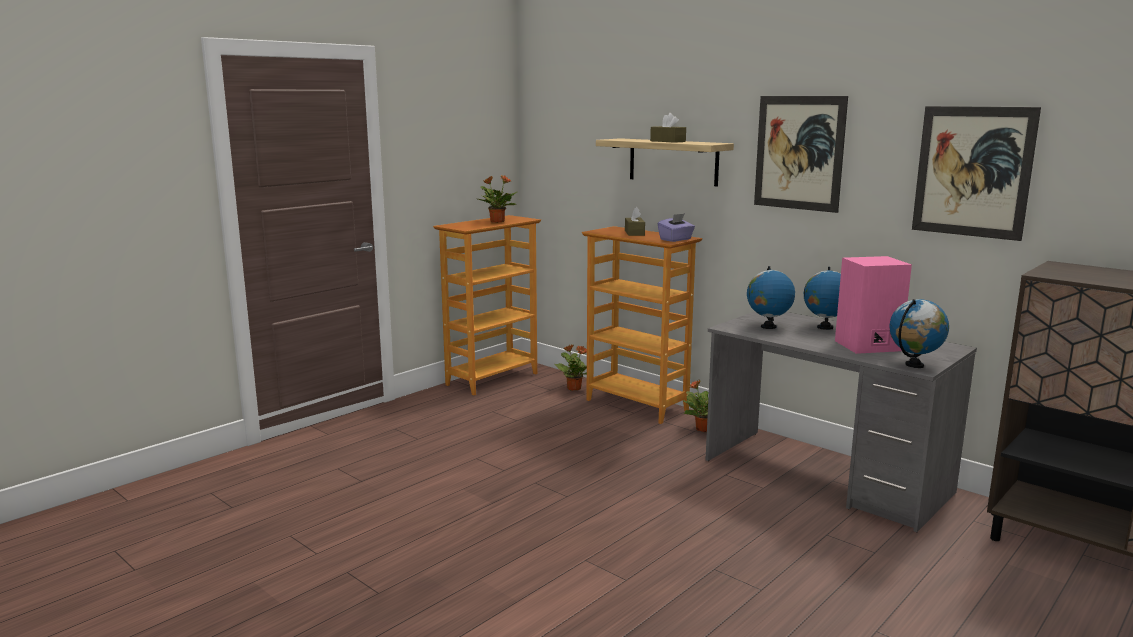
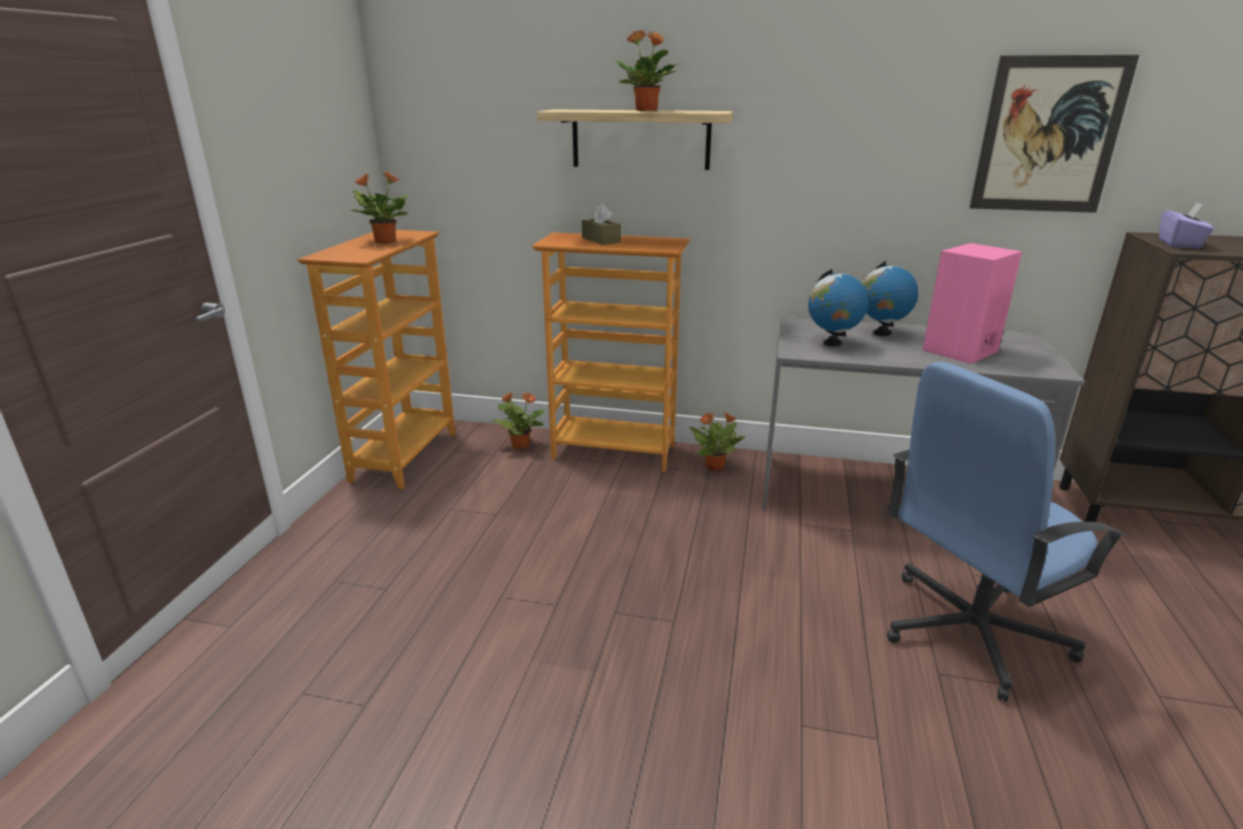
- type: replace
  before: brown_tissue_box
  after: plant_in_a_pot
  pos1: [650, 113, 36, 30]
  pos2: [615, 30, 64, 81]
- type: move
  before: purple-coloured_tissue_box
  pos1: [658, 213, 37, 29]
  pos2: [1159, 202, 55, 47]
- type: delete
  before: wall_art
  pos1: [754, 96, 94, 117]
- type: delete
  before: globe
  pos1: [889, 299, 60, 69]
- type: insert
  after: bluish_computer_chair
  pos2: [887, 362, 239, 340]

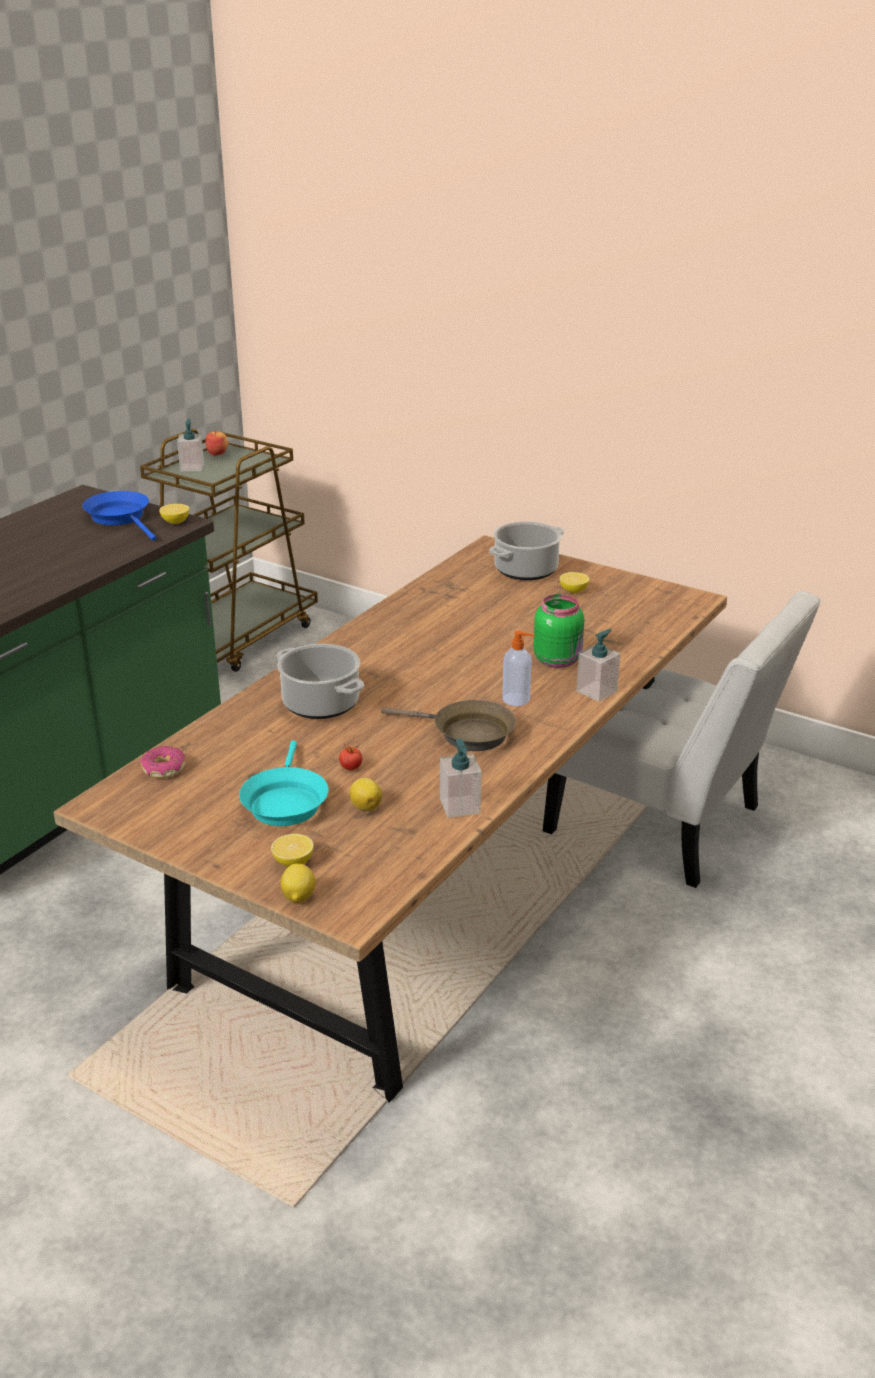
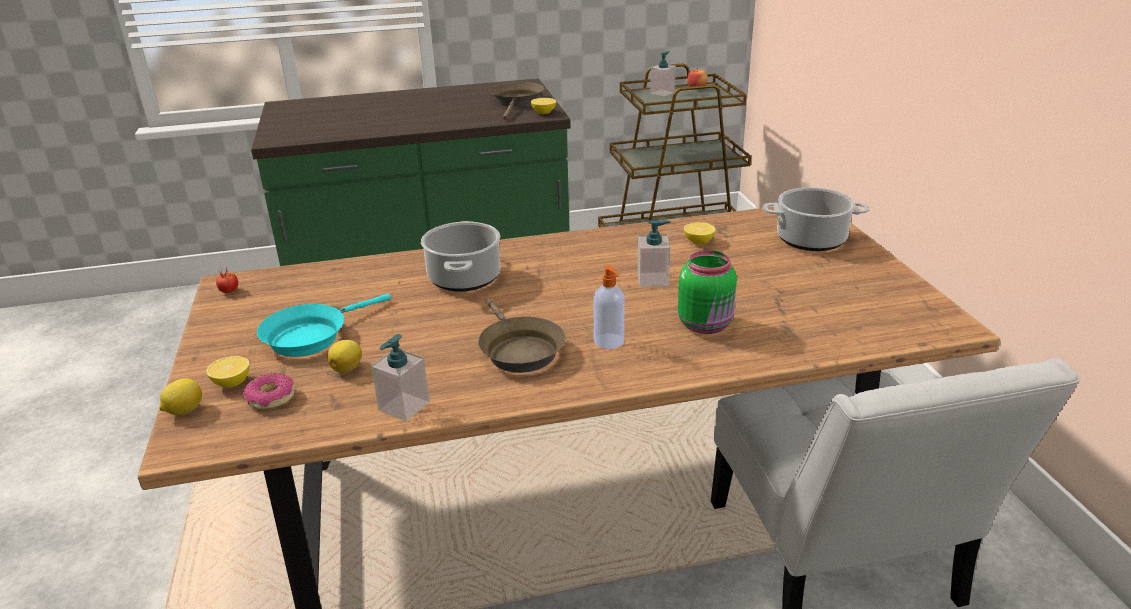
- type: recolor
  before: bluish_skillet
  after: brown_skillet
  pos1: [82, 491, 74, 50]
  pos2: [490, 82, 54, 38]
- type: move
  before: doughnut
  pos1: [140, 746, 45, 32]
  pos2: [243, 373, 52, 36]
- type: move
  before: tomato
  pos1: [339, 744, 23, 26]
  pos2: [216, 267, 22, 26]
- type: move
  before: whole_lemon
  pos1: [559, 572, 30, 21]
  pos2: [684, 222, 31, 22]
- type: move
  before: soap_dispenser
  pos1: [576, 629, 44, 73]
  pos2: [638, 220, 33, 67]

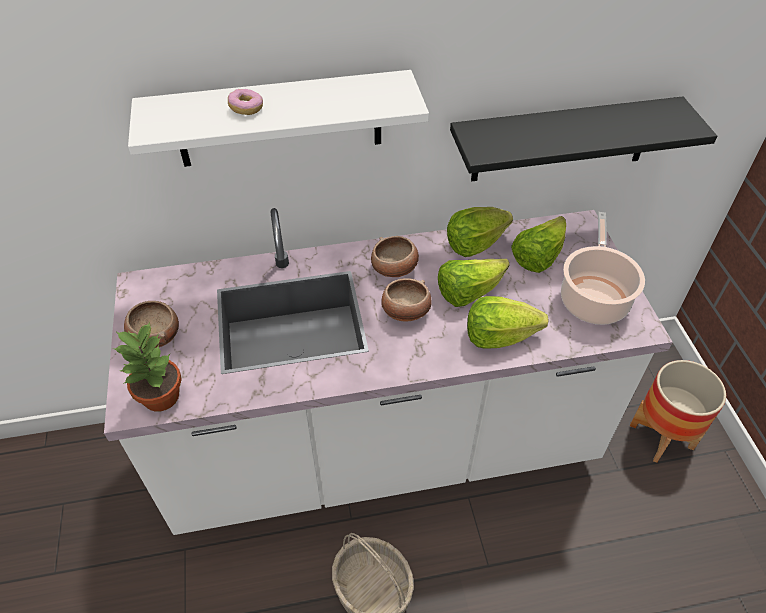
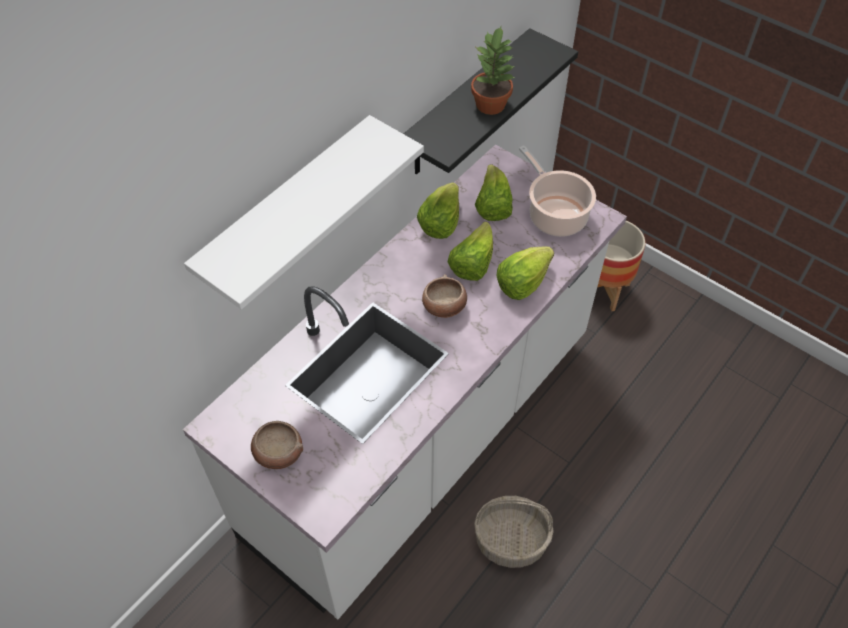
- type: move
  before: plant_in_a_pot
  pos1: [112, 322, 70, 90]
  pos2: [471, 26, 44, 89]
- type: delete
  before: doughnut
  pos1: [228, 89, 35, 26]
- type: delete
  before: serving_bowl
  pos1: [371, 236, 48, 41]

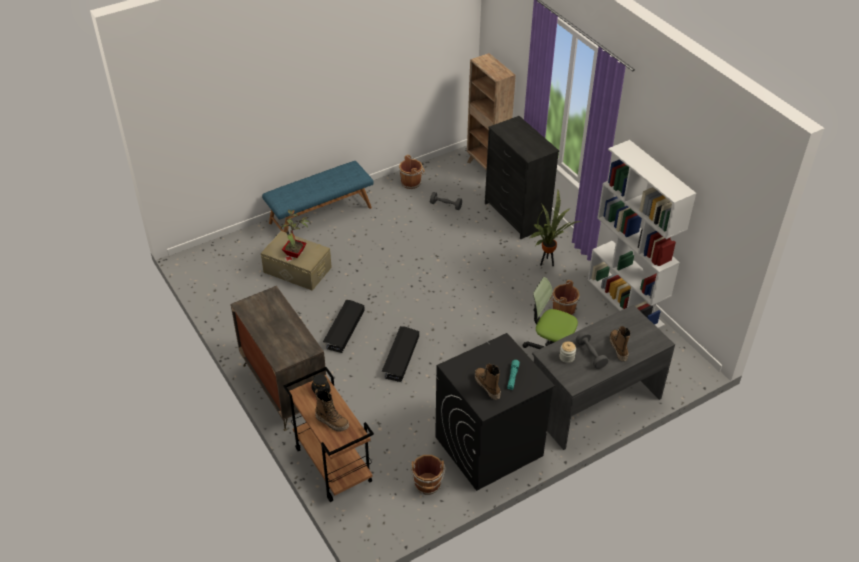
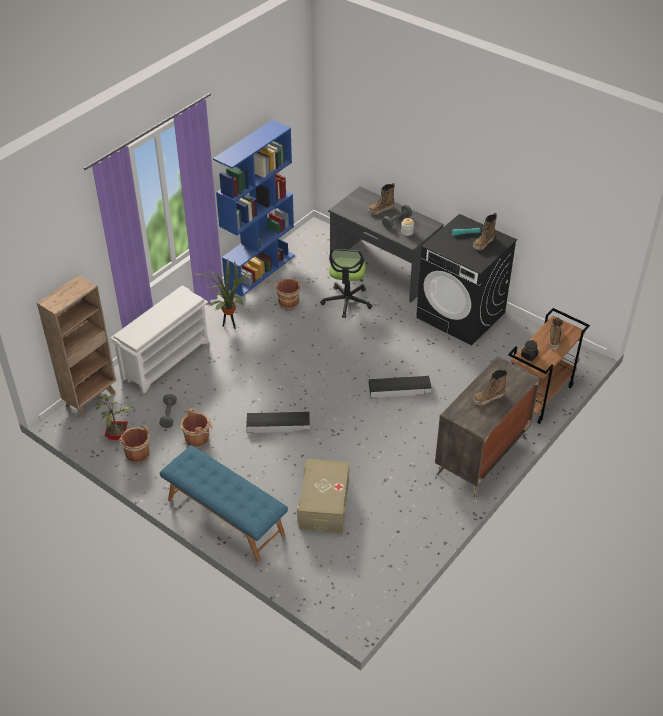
- type: move
  before: plant_in_a_pot
  pos1: [281, 210, 30, 48]
  pos2: [95, 394, 40, 46]
- type: move
  before: black-coloured_storage_container
  pos1: [323, 300, 42, 53]
  pos2: [246, 412, 64, 21]
- type: move
  before: brown_pail
  pos1: [410, 455, 36, 40]
  pos2: [181, 409, 32, 40]
- type: replace
  before: black-coloured_chest_of_drawers
  after: whitish_shoe_stand
  pos1: [485, 116, 74, 123]
  pos2: [110, 285, 99, 108]
- type: recolor
  before: whitish_shelving_unit
  after: bluish_shelving_unit
  pos1: [588, 140, 108, 189]
  pos2: [213, 120, 82, 177]
- type: insert
  after: boot
  pos2: [473, 369, 35, 37]

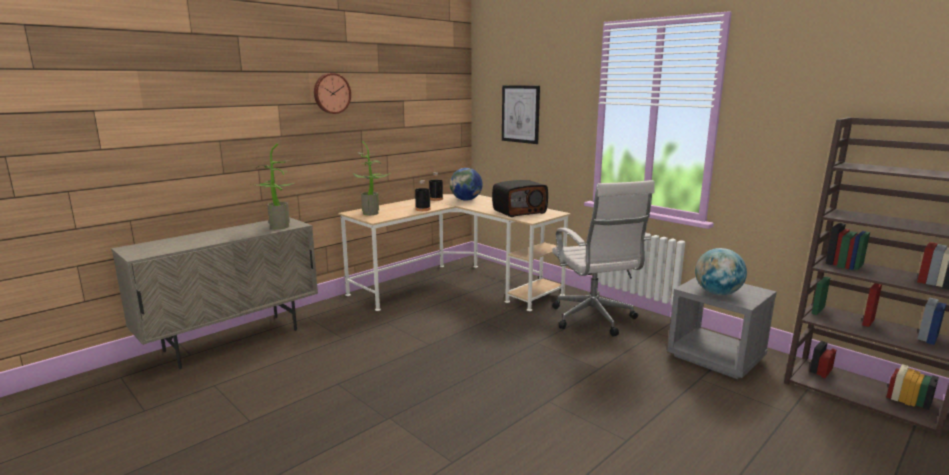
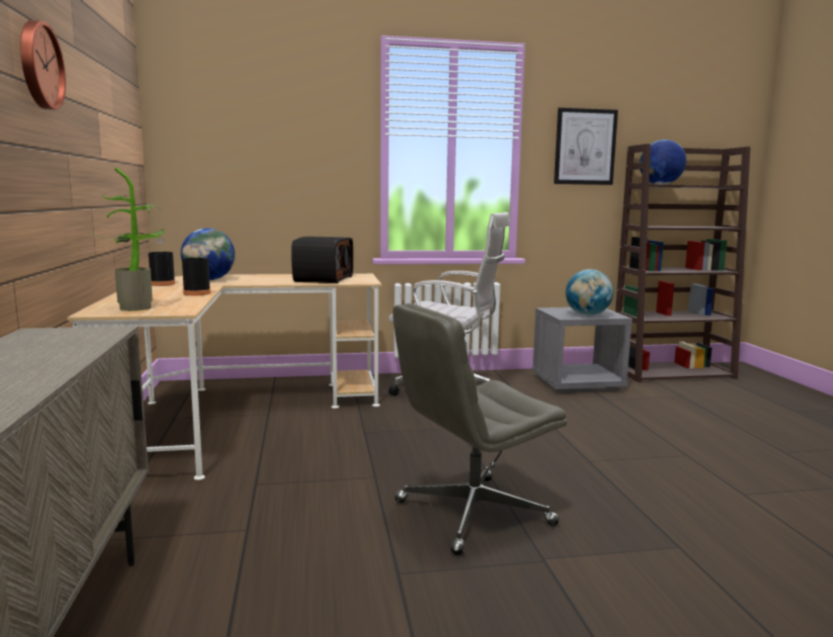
- type: delete
  before: plant_in_a_pot
  pos1: [255, 143, 39, 86]
- type: move
  before: wall_art
  pos1: [502, 85, 38, 59]
  pos2: [554, 108, 64, 77]
- type: insert
  after: gray_computer_chair
  pos2: [393, 303, 174, 252]
- type: insert
  after: globe
  pos2: [639, 139, 47, 46]

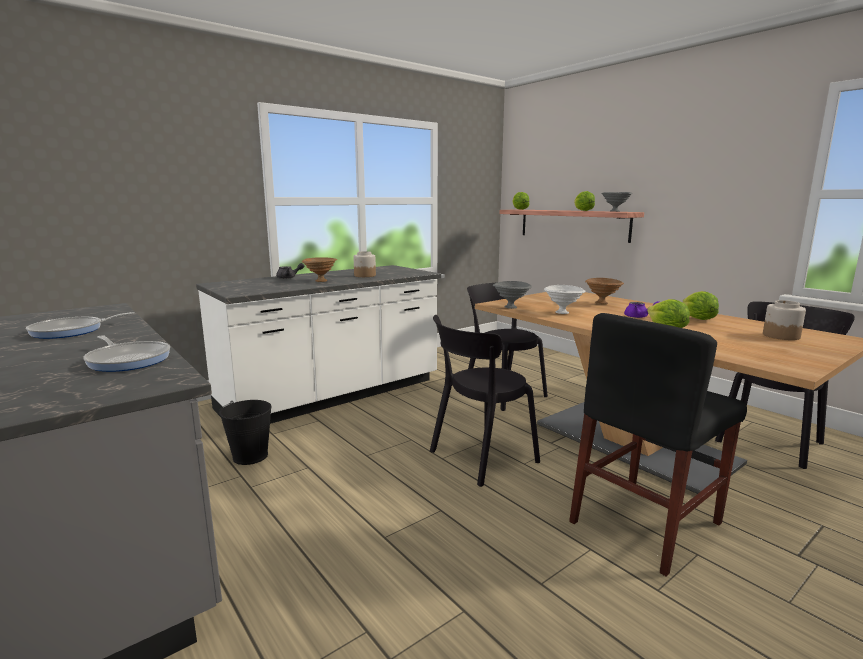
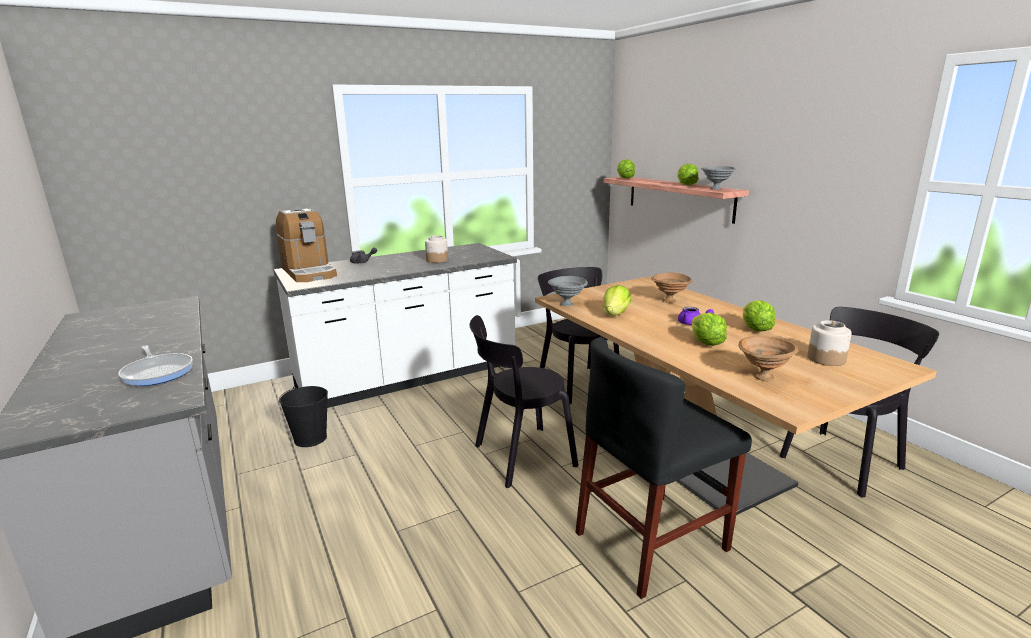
- type: delete
  before: skillet
  pos1: [26, 312, 109, 27]
- type: move
  before: brown_serving_bowl
  pos1: [302, 257, 35, 25]
  pos2: [738, 336, 60, 45]
- type: replace
  before: whitish_serving_bowl
  after: head_of_lettuce
  pos1: [544, 285, 41, 29]
  pos2: [602, 285, 29, 31]
- type: insert
  after: coffee_brewer
  pos2: [276, 208, 61, 74]

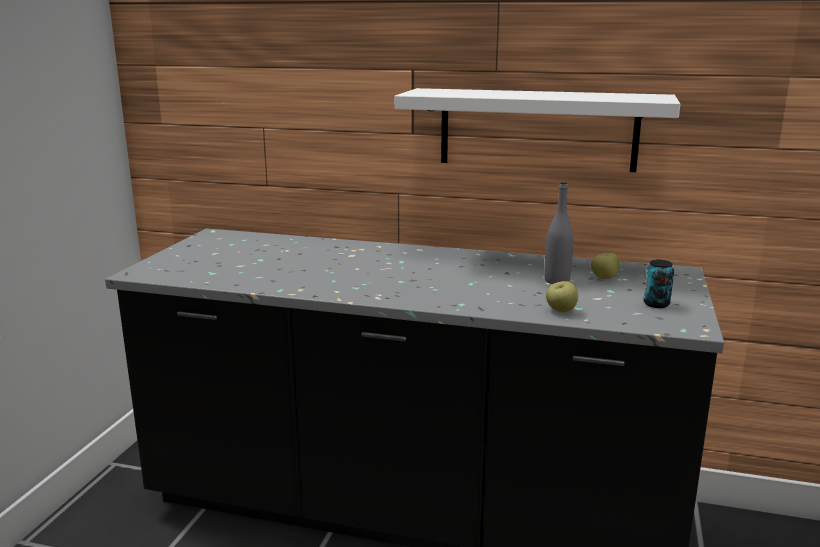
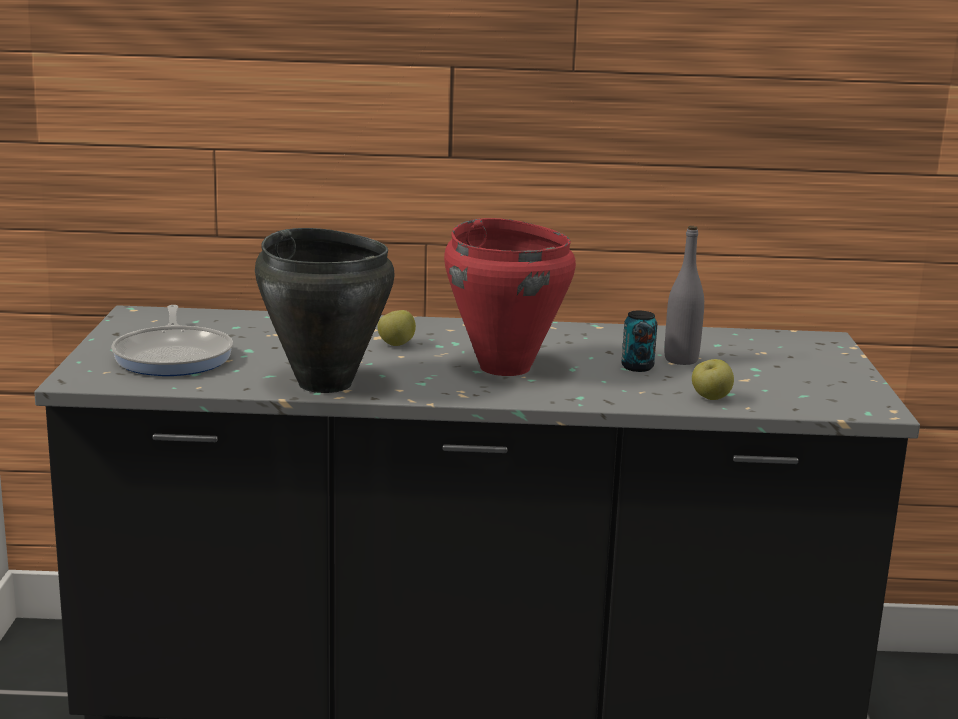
- type: delete
  before: whitish_wall_shelf
  pos1: [394, 88, 286, 84]
- type: move
  before: apple
  pos1: [591, 253, 29, 26]
  pos2: [377, 310, 39, 36]
- type: move
  before: metal_can
  pos1: [643, 260, 31, 48]
  pos2: [621, 311, 36, 61]
- type: insert
  after: skillet
  pos2: [111, 305, 122, 71]
- type: insert
  after: black-coloured_saucepot
  pos2: [255, 228, 140, 165]
- type: insert
  after: red-coloured_saucepot
  pos2: [444, 218, 132, 158]

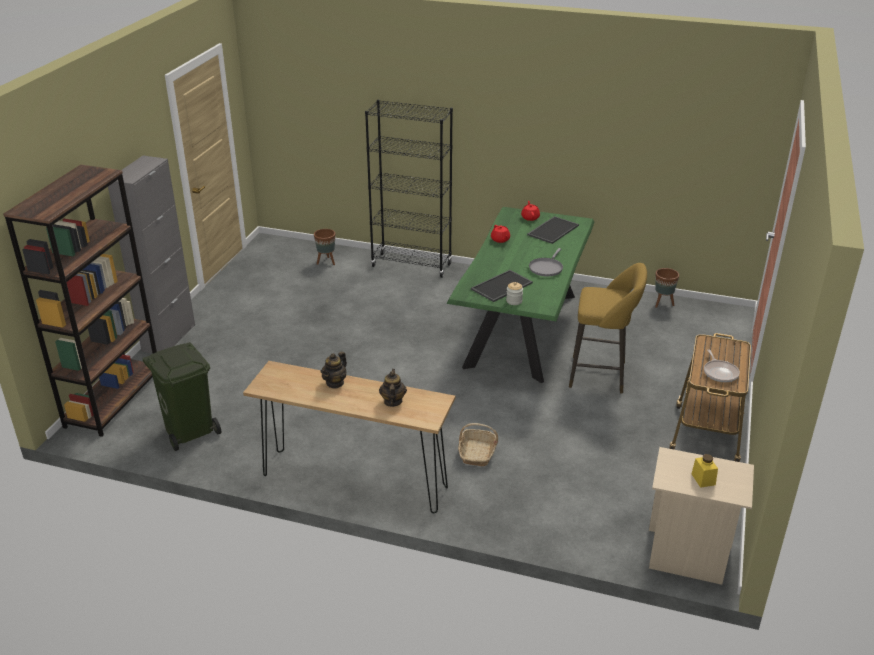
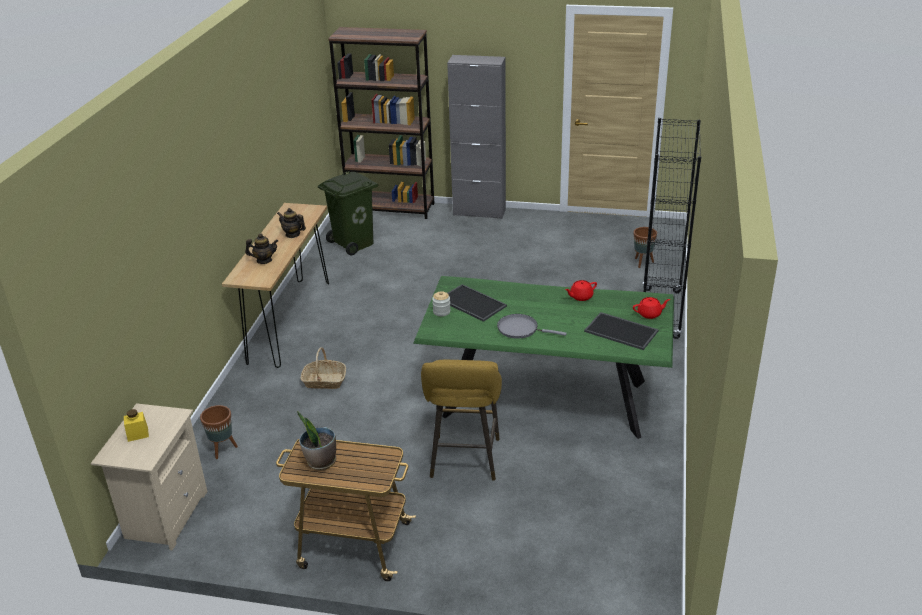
- type: move
  before: brown_planter
  pos1: [655, 268, 24, 40]
  pos2: [200, 405, 38, 54]
- type: replace
  before: skillet
  after: plant_in_a_pot
  pos1: [704, 349, 36, 33]
  pos2: [297, 411, 39, 59]

